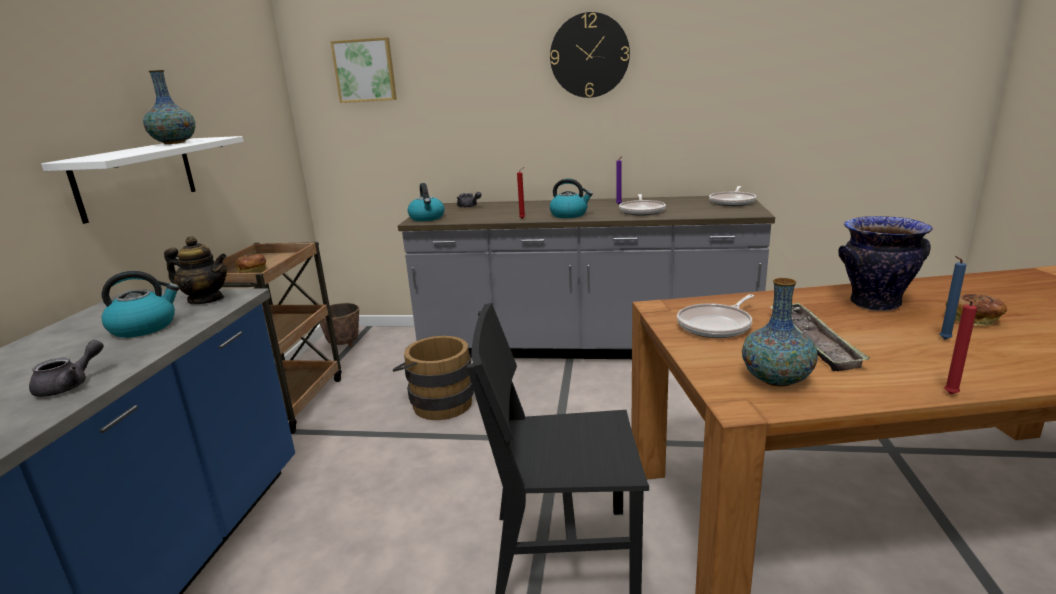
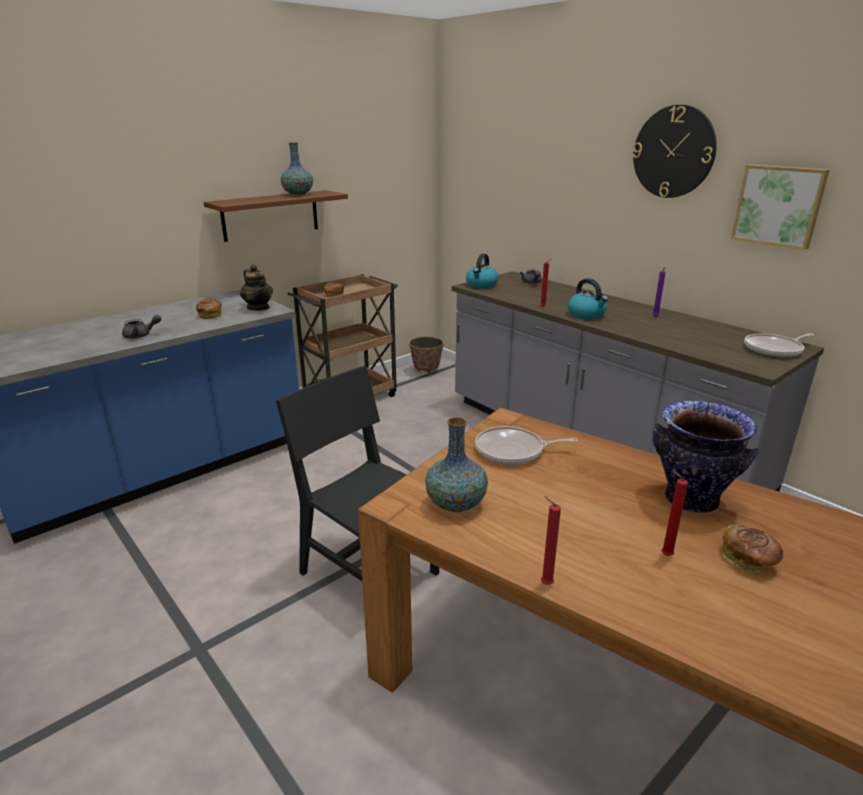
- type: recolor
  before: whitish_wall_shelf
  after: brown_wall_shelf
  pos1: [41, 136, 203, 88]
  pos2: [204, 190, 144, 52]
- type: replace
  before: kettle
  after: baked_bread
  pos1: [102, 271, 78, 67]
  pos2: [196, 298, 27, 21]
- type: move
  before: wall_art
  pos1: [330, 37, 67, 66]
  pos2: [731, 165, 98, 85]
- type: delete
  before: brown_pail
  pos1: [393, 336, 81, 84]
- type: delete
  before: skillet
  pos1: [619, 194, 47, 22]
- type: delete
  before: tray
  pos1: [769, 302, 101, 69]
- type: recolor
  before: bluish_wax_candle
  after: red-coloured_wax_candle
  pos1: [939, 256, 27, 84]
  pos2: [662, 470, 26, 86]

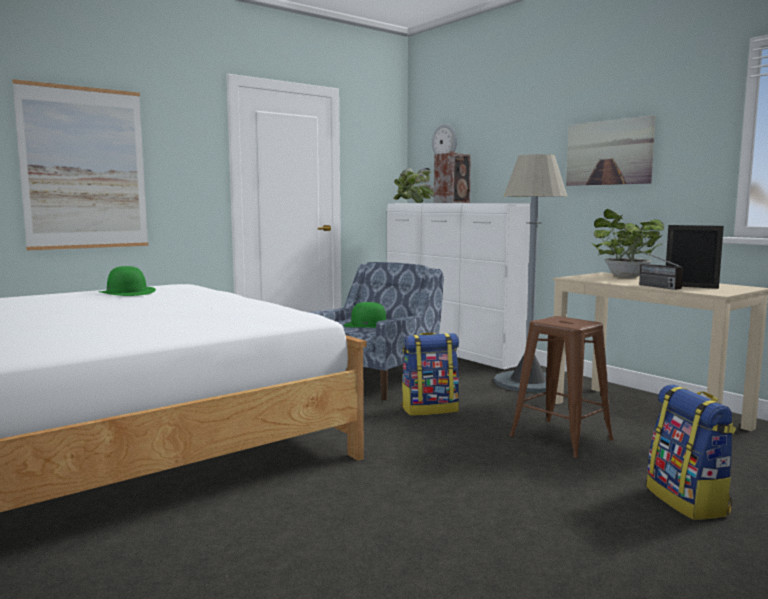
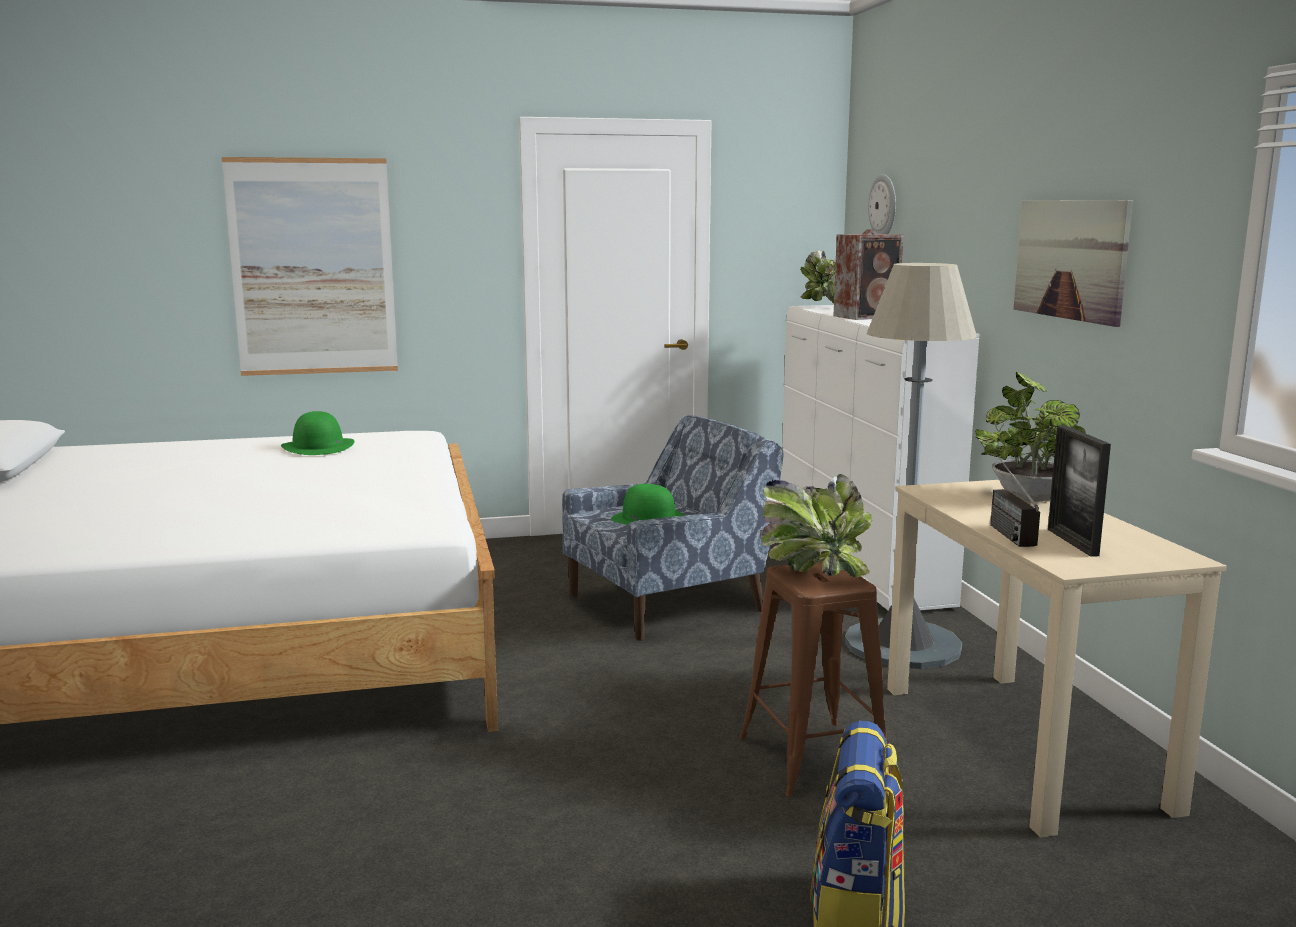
- type: delete
  before: backpack
  pos1: [401, 332, 59, 84]
- type: rotate
  before: picture_frame
  pos1: [666, 225, 58, 64]
  pos2: [1048, 425, 63, 132]
  turn: -150
- type: insert
  after: plant_in_a_pot
  pos2: [760, 474, 113, 103]

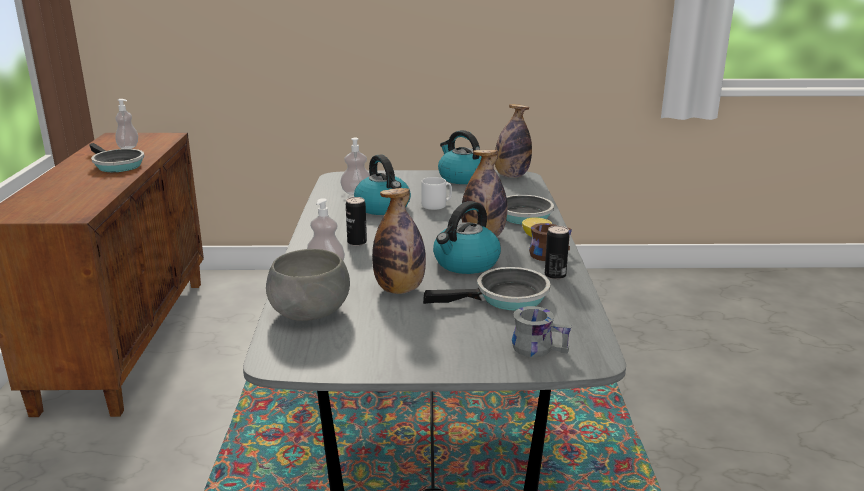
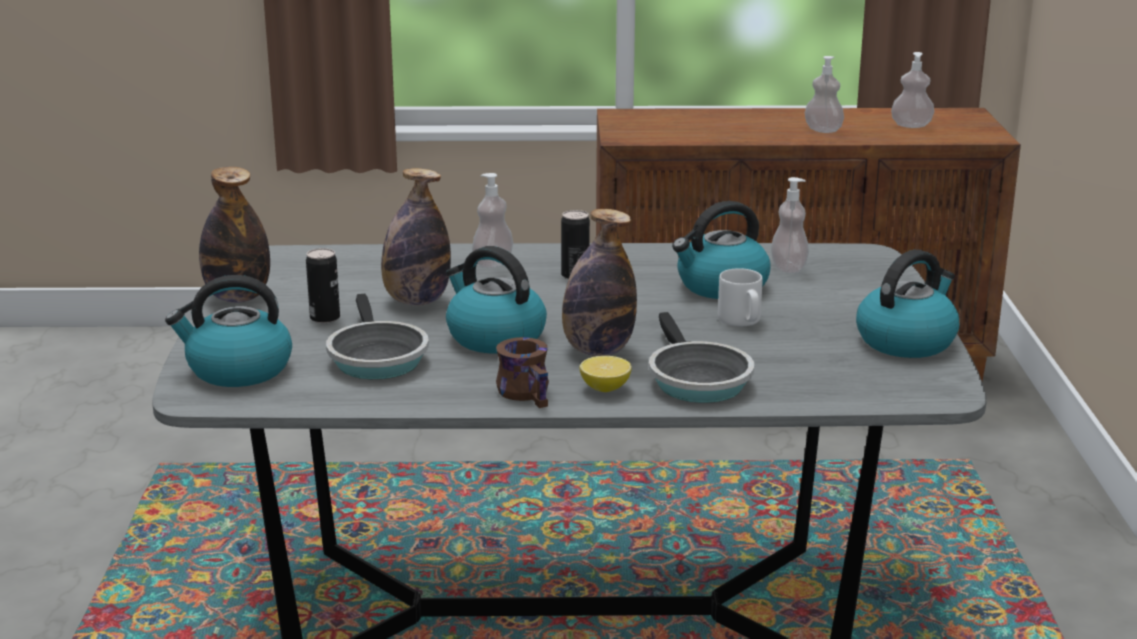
- type: replace
  before: skillet
  after: soap_dispenser
  pos1: [89, 143, 56, 29]
  pos2: [805, 56, 39, 77]
- type: delete
  before: gray_serving_bowl
  pos1: [266, 249, 84, 72]
- type: move
  before: bottle
  pos1: [495, 104, 37, 74]
  pos2: [199, 167, 71, 136]
- type: replace
  before: gray_mug
  after: kettle
  pos1: [512, 306, 60, 51]
  pos2: [165, 275, 127, 112]
- type: move
  before: metal_can
  pos1: [545, 226, 24, 53]
  pos2: [306, 248, 34, 75]

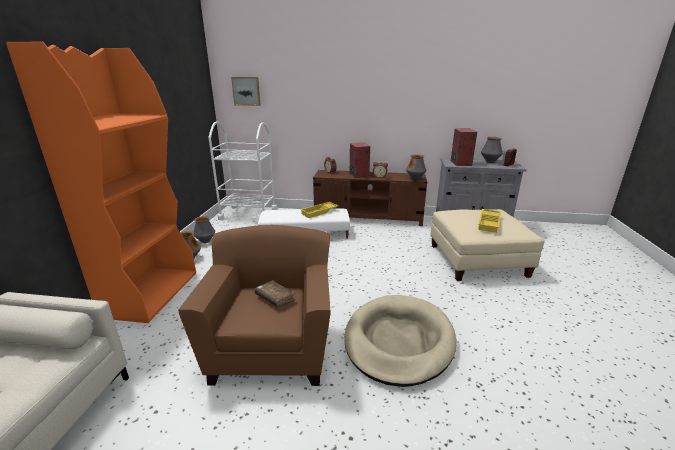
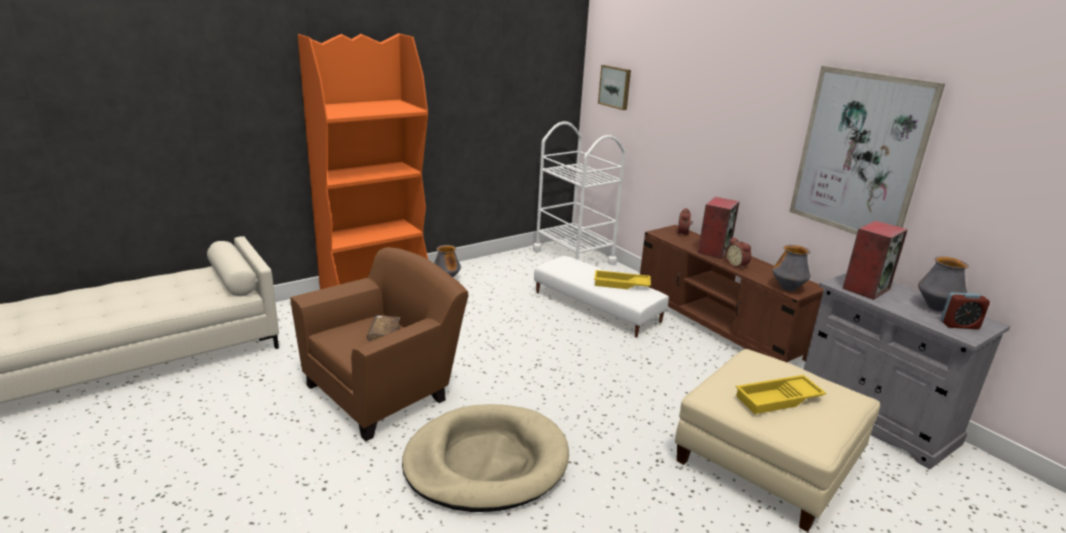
- type: delete
  before: decorative_vase
  pos1: [193, 216, 22, 27]
- type: insert
  after: wall_art
  pos2: [789, 66, 156, 169]

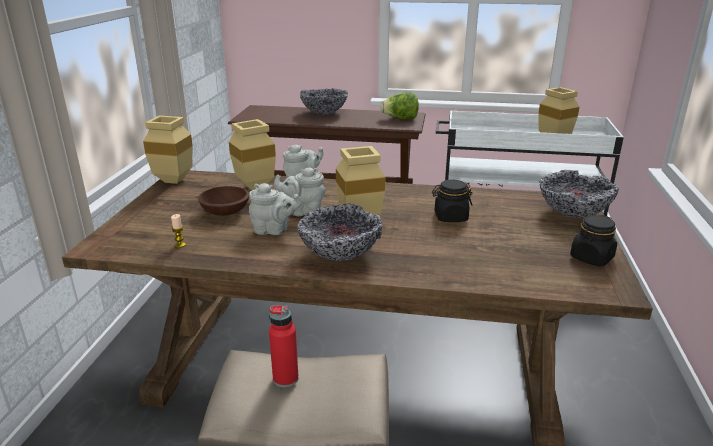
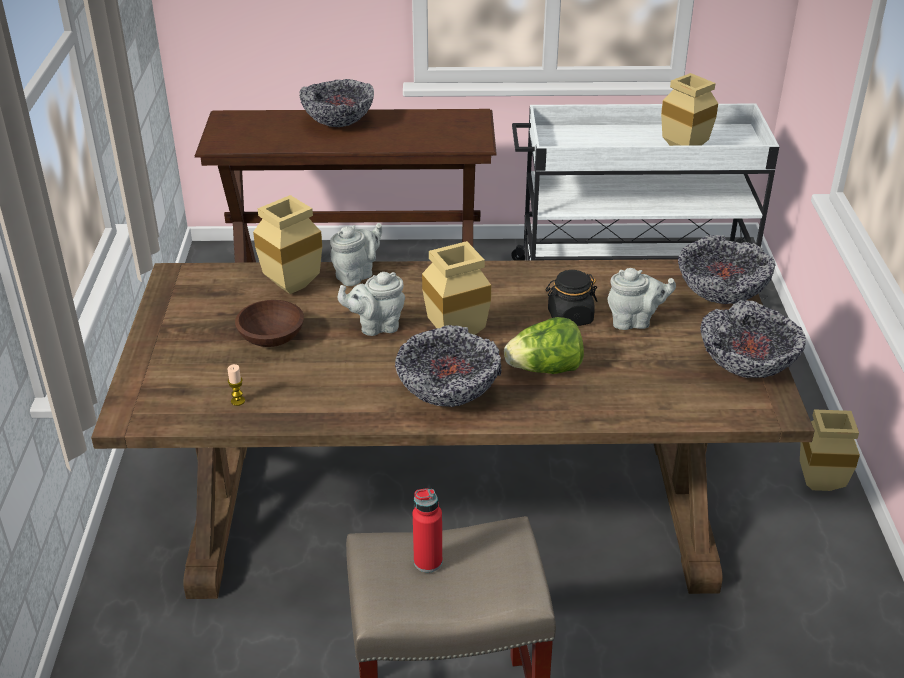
- type: move
  before: sand-coloured_decorative_vase
  pos1: [143, 115, 50, 69]
  pos2: [800, 409, 60, 82]
- type: move
  before: gray_tea_pot
  pos1: [249, 183, 54, 52]
  pos2: [608, 268, 68, 62]
- type: move
  before: head_of_lettuce
  pos1: [381, 92, 38, 27]
  pos2: [504, 317, 80, 57]
- type: replace
  before: black-coloured_storage_jar
  after: serving_bowl
  pos1: [570, 215, 47, 51]
  pos2: [700, 300, 106, 78]

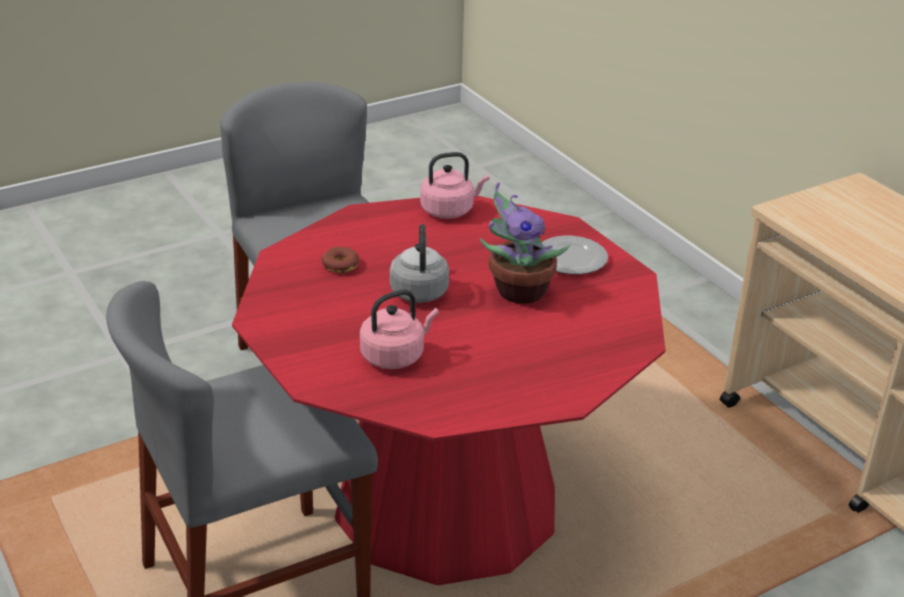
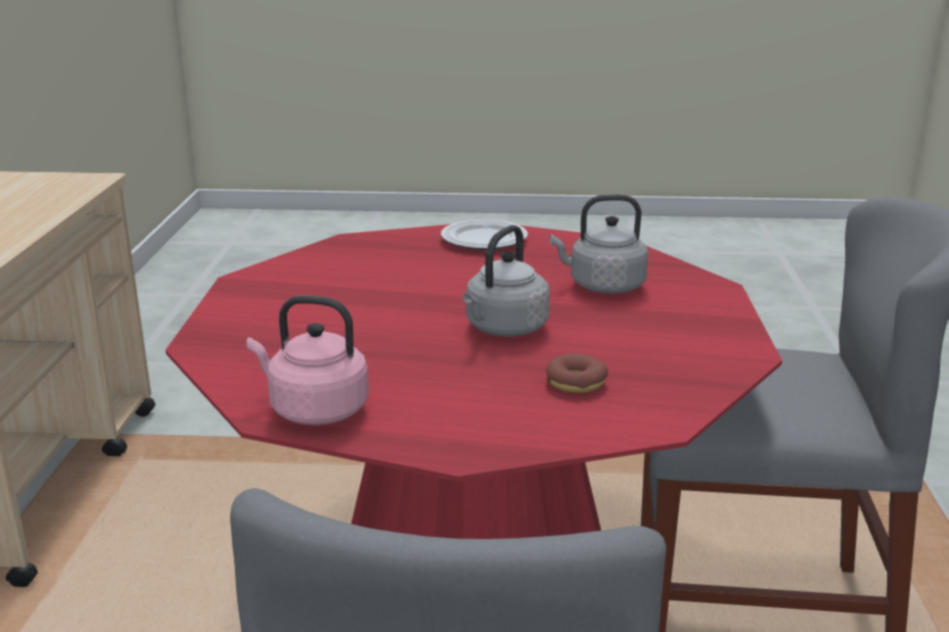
- type: recolor
  before: pink-coloured_kettle
  after: gray_kettle
  pos1: [360, 289, 79, 80]
  pos2: [549, 194, 99, 100]
- type: delete
  before: plant_in_a_pot
  pos1: [480, 182, 90, 122]
- type: move
  before: plate
  pos1: [542, 236, 66, 38]
  pos2: [441, 219, 87, 31]

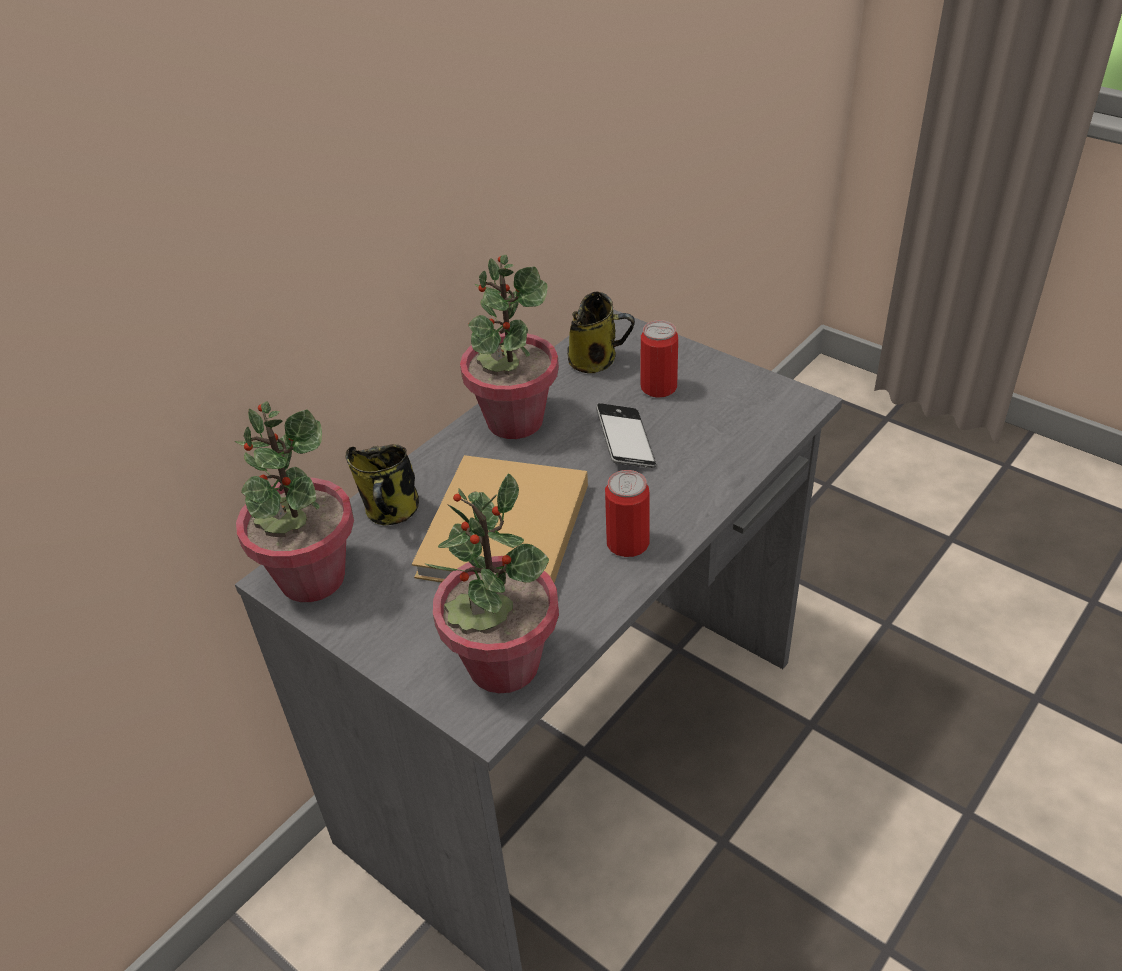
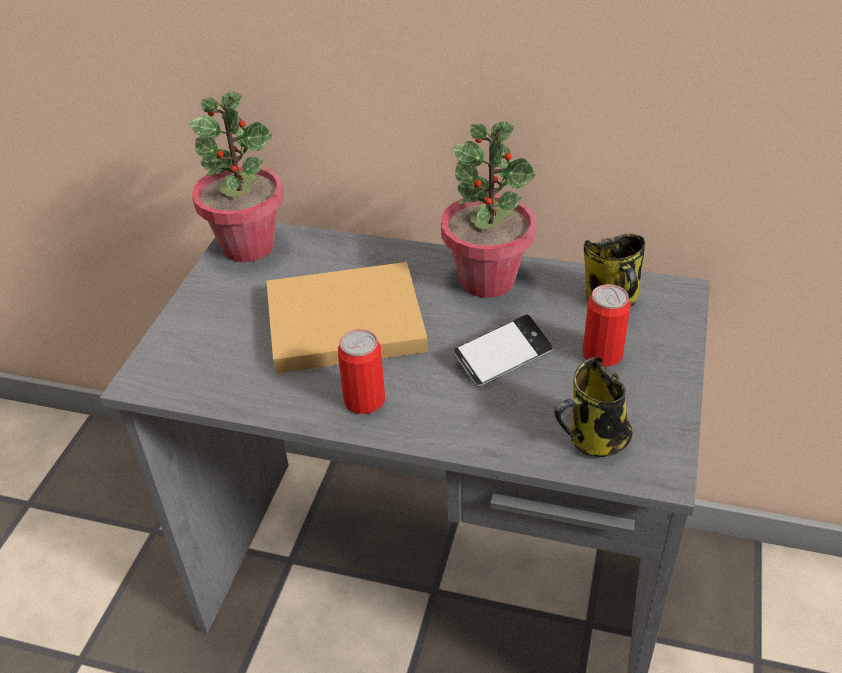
- type: move
  before: mug
  pos1: [346, 444, 73, 82]
  pos2: [554, 356, 79, 101]
- type: delete
  before: plant_in_a_pot
  pos1: [424, 473, 135, 220]

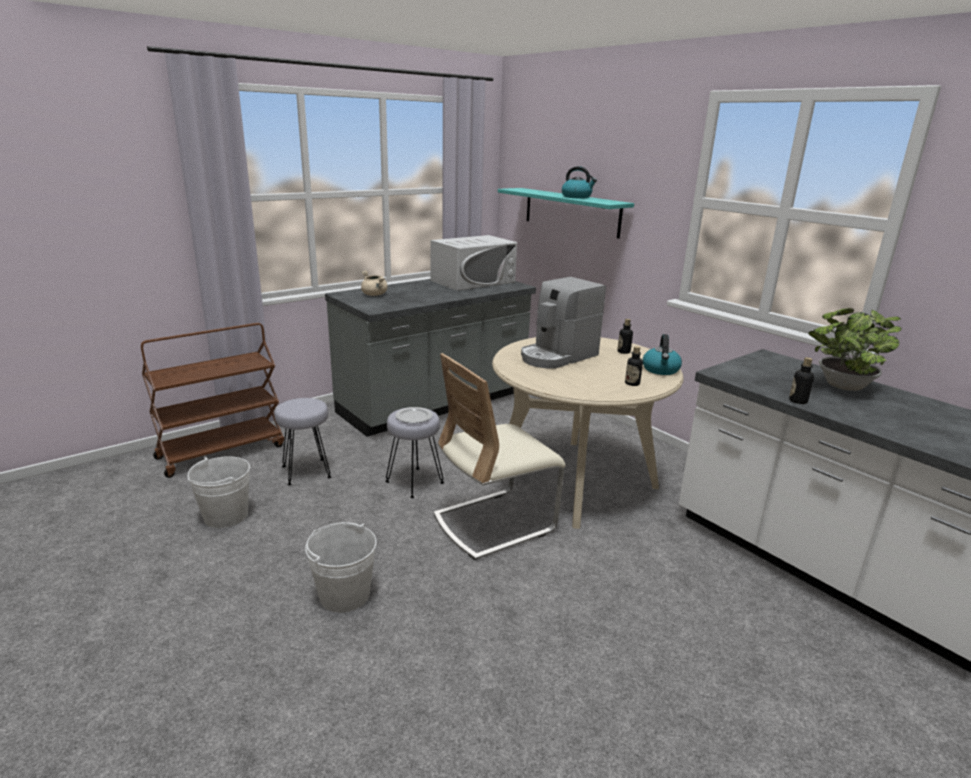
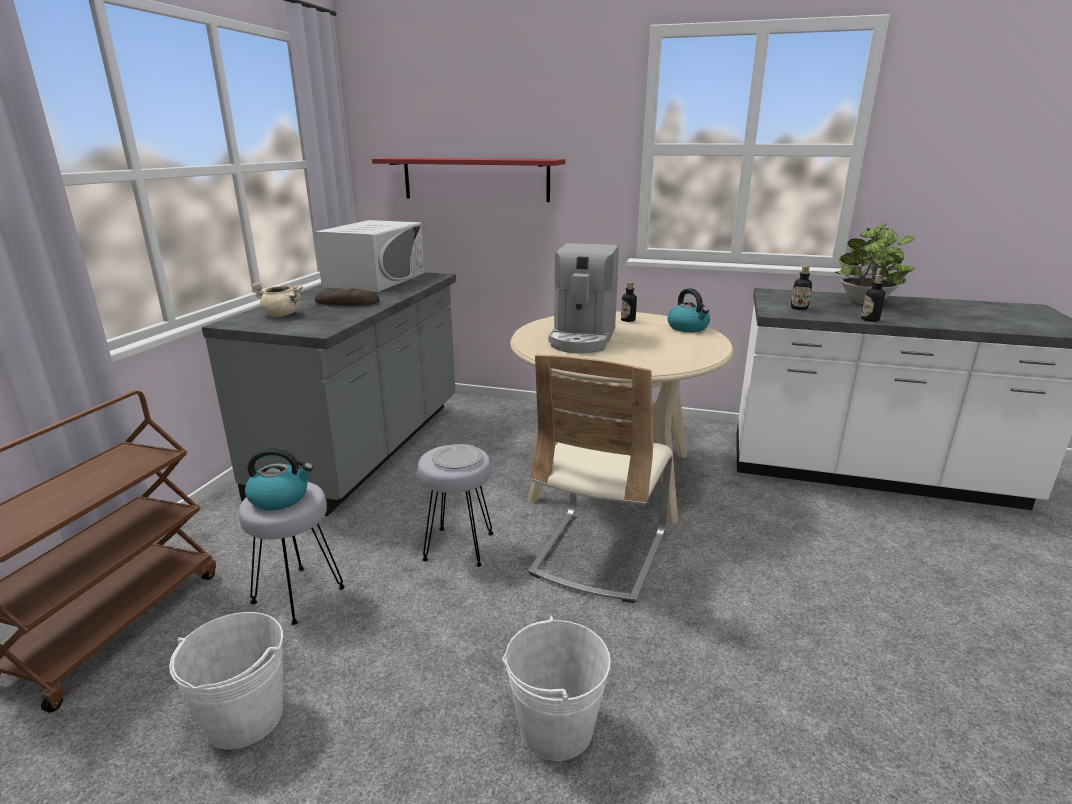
- type: recolor
  before: turquoise_wall_shelf
  after: red-coloured_wall_shelf
  pos1: [498, 188, 136, 51]
  pos2: [372, 158, 193, 44]
- type: move
  before: kettle
  pos1: [562, 166, 35, 33]
  pos2: [245, 448, 68, 62]
- type: move
  before: bottle
  pos1: [625, 346, 18, 40]
  pos2: [791, 266, 21, 44]
- type: insert
  after: baked_bread
  pos2: [315, 288, 65, 18]

